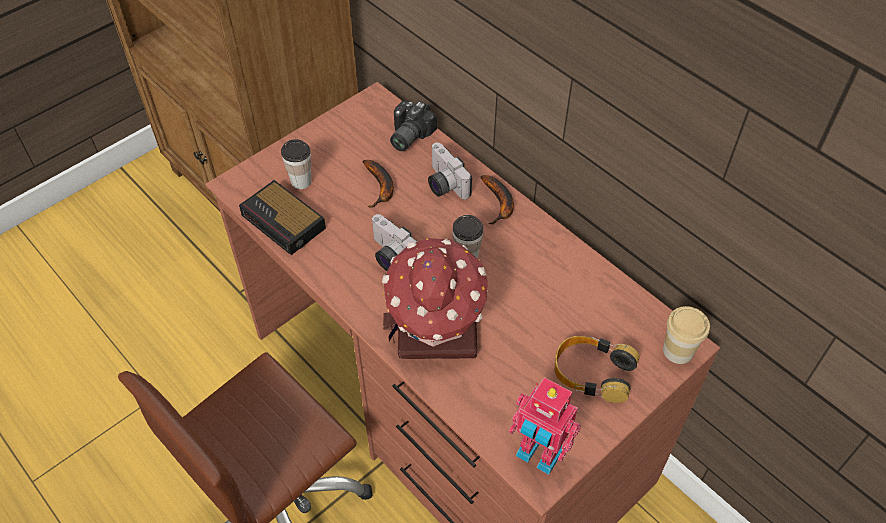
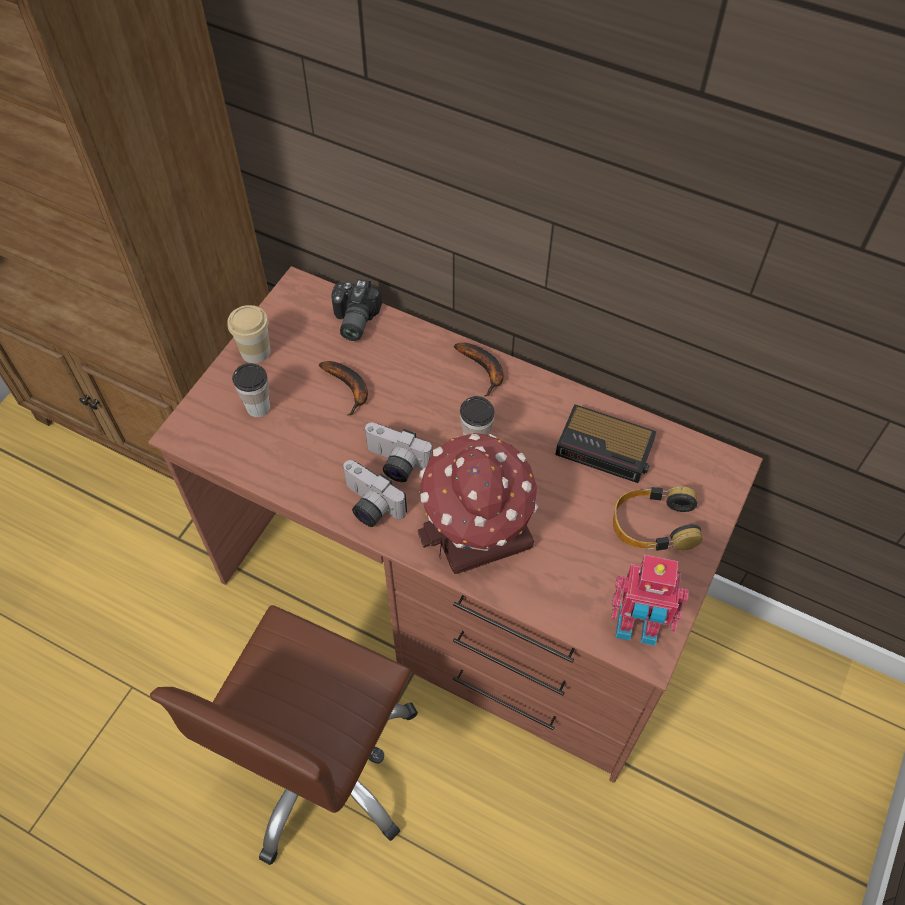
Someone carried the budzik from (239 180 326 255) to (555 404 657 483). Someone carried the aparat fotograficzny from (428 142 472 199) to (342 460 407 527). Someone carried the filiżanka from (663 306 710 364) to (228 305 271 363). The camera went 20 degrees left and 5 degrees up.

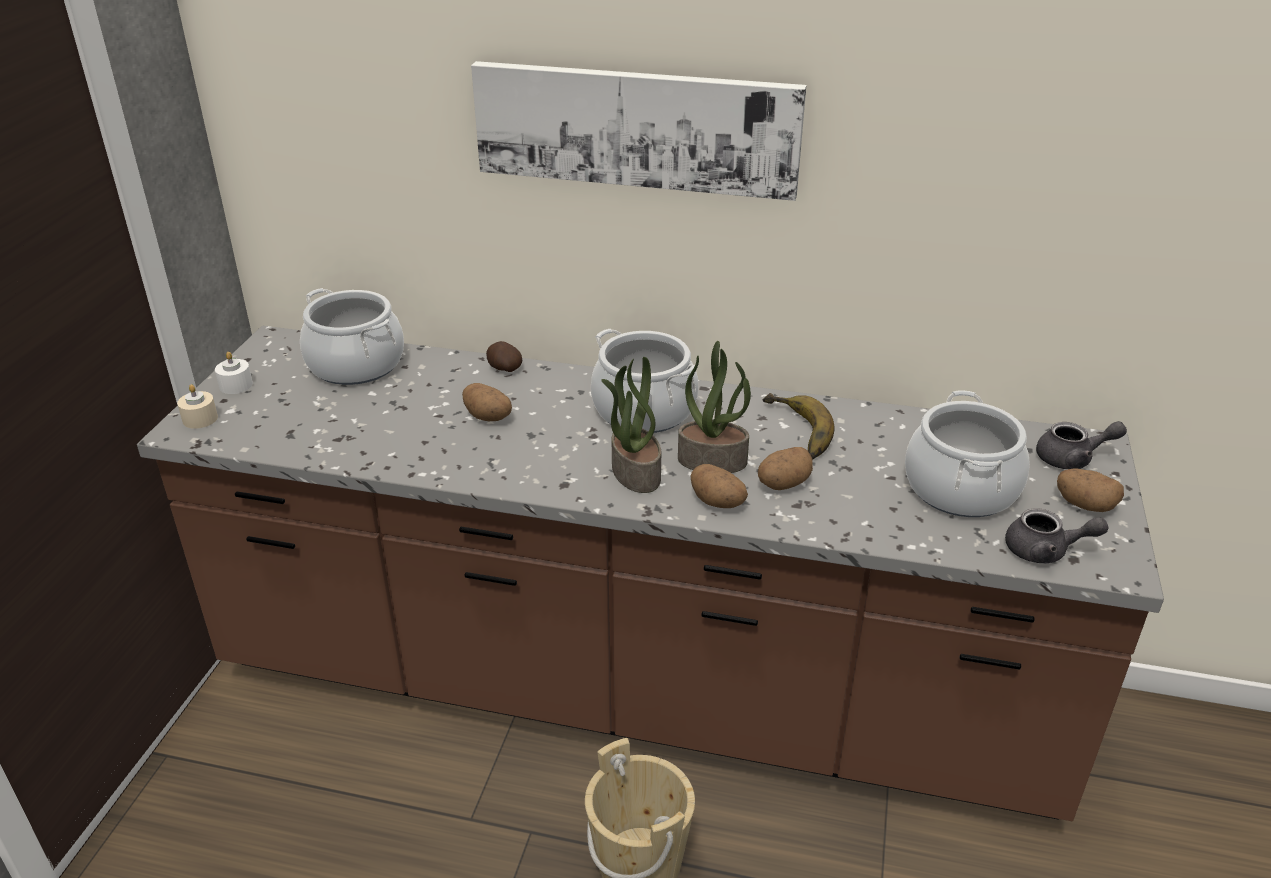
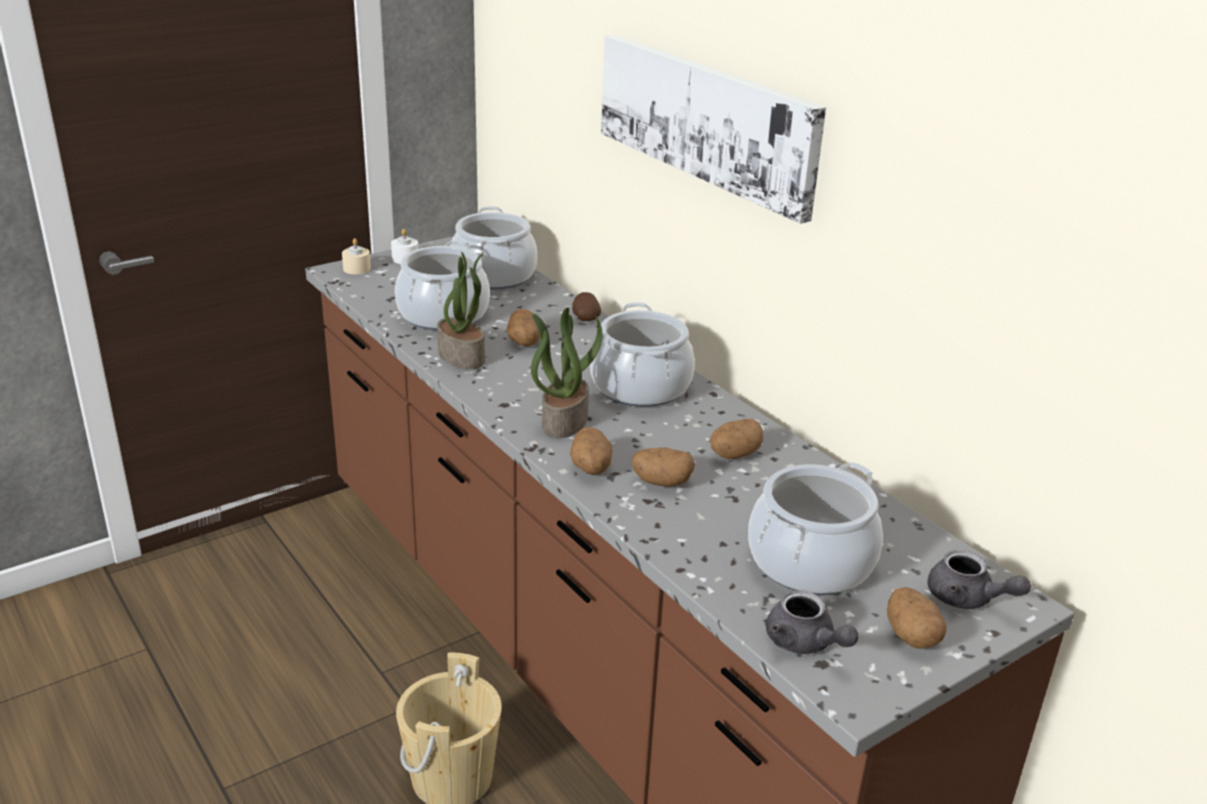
Someone put down the garnek at (395 240 490 330). Someone carried the roślina doniczkowa from (678 341 751 473) to (437 252 485 369). Someone swapped the banan at (762 393 834 460) for the ziemniak at (710 419 763 459). The camera went 40 degrees right and 5 degrees down.

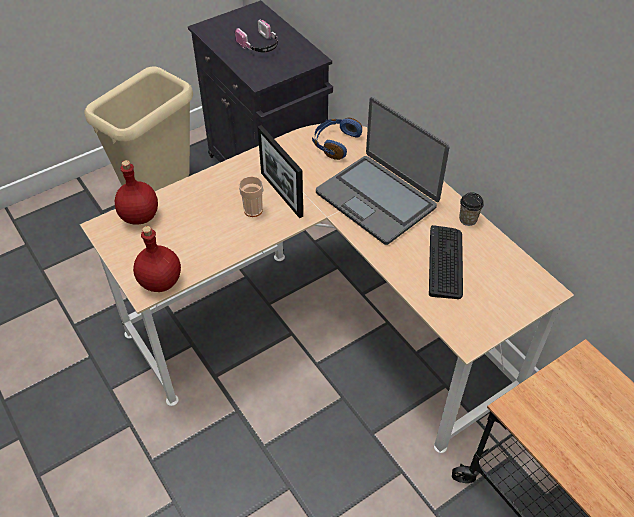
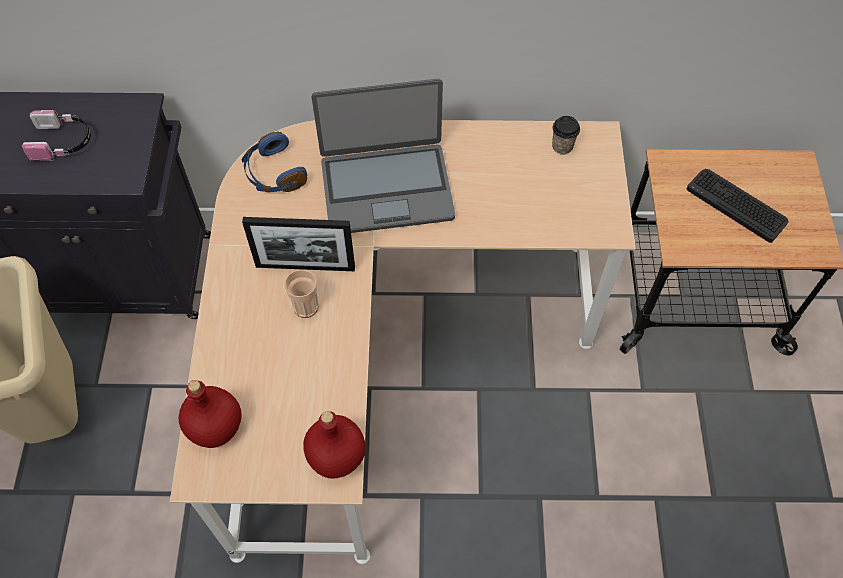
Someone carried the klawiatura from (429 225 463 299) to (686 169 789 243). Someone carried the filiżanka from (459 192 484 226) to (552 116 580 155). The camera went 55 degrees left and 10 degrees up.

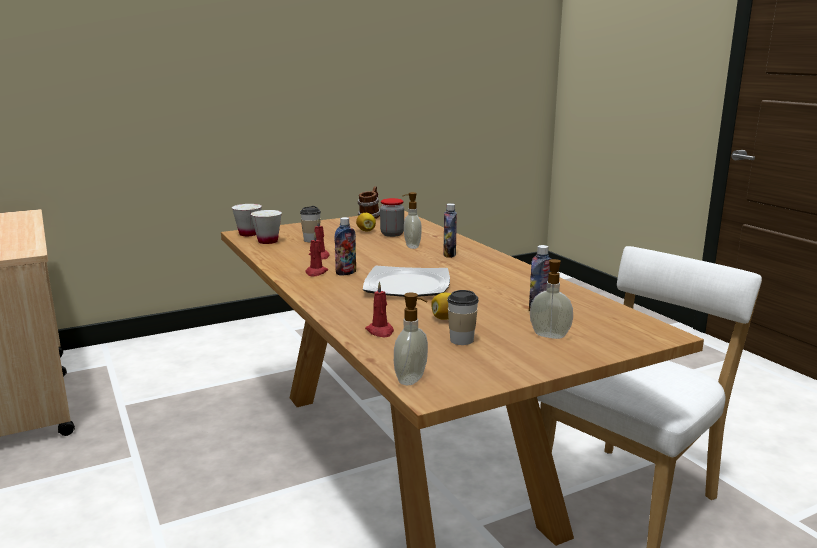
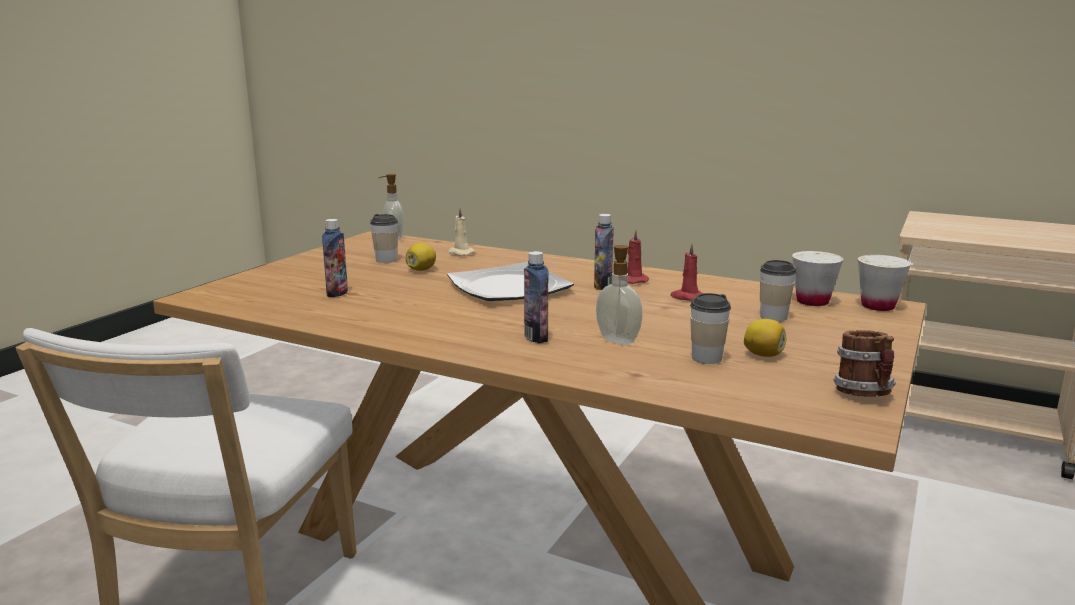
Someone took away the dozownik mydła at (530 259 573 339). Someone swapped the słoik at (380 198 404 237) for the filiżanka at (690 293 731 364). Someone repainted the świeca (czerwony) at (365 281 394 337), which became the świeca (beżowy) at (448 207 475 256). The camera went 145 degrees right and 0 degrees up.

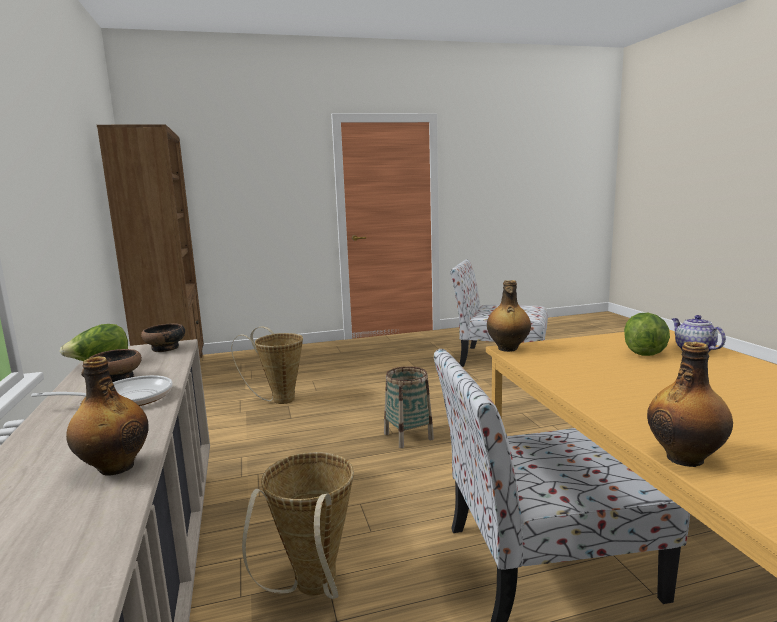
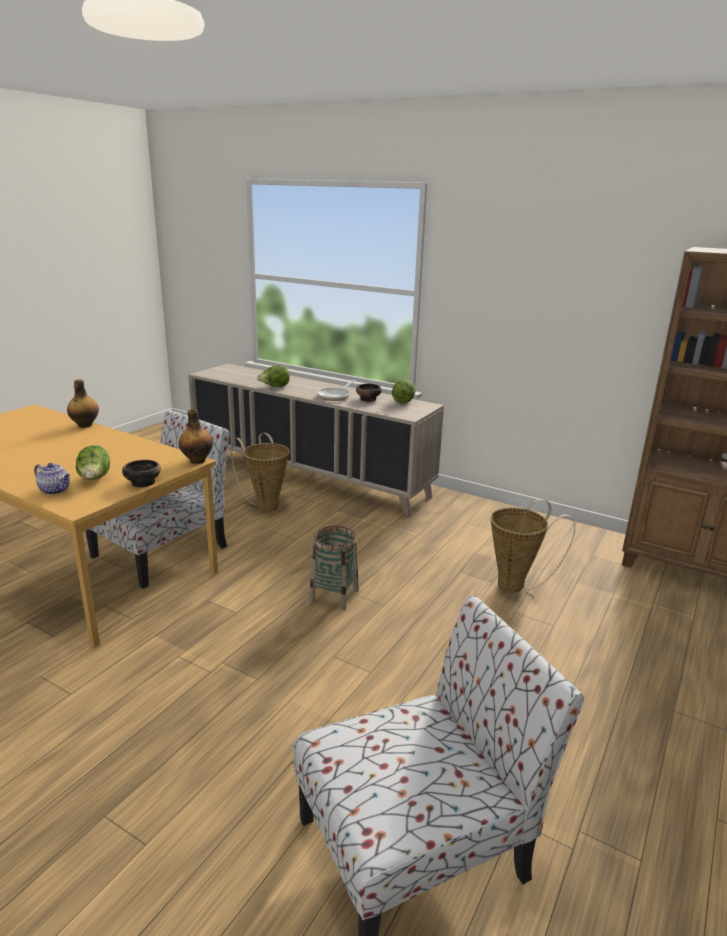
Someone carried the miska from (141 323 185 352) to (122 460 161 487). Someone swapped the butelka at (66 356 149 476) for the sałata at (257 365 290 387). The camera went 135 degrees right and 10 degrees up.

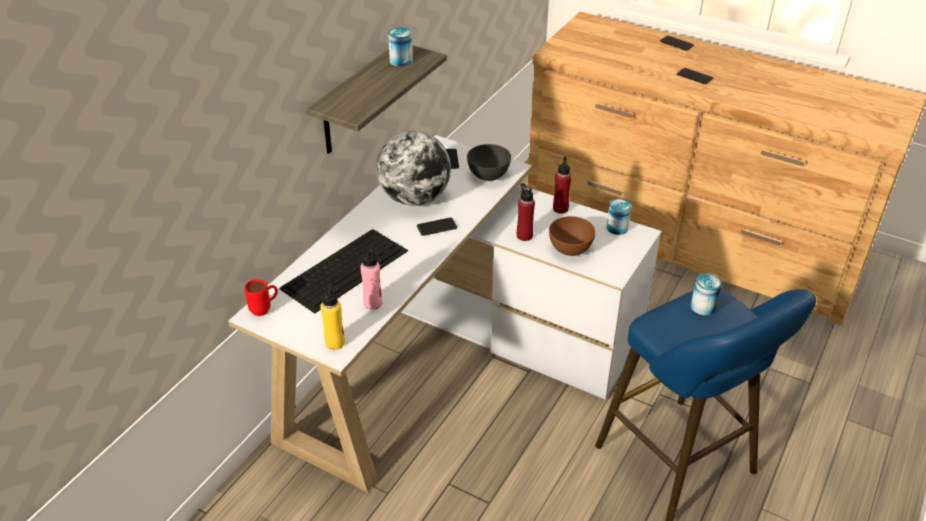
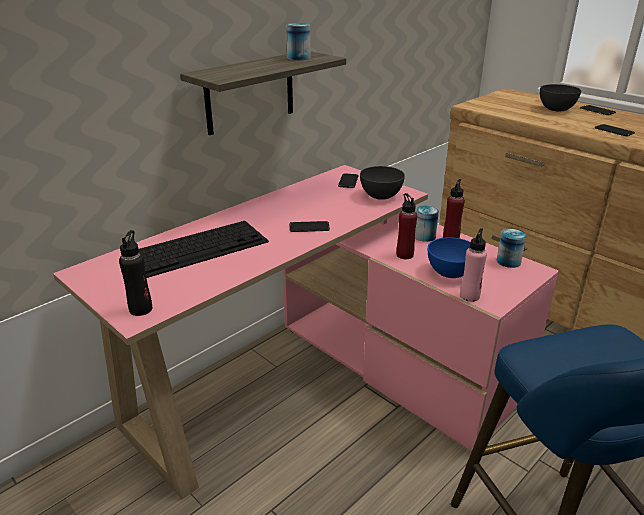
Someone took away the kubek (czerwony) at (245 279 278 316). Someone took away the globus at (376 131 451 206). Someone put down the miska (szary) at (540 84 581 111). Someone carried the butelka (różowy) from (360 244 382 310) to (460 228 487 302). Someone carried the puszka from (690 273 722 315) to (415 205 439 242). Someone repainted the biurko (biały) at (228 135 661 492), which became the biurko (różowy) at (53 165 559 500). Someone repainted the butelka (żółty) at (320 282 345 350), which became the butelka (czarny) at (119 230 152 316). Someone repainted the miska (brązowy) at (549 216 596 256), which became the miska (niebieski) at (428 237 471 278). The camera went 15 degrees right and 10 degrees down.

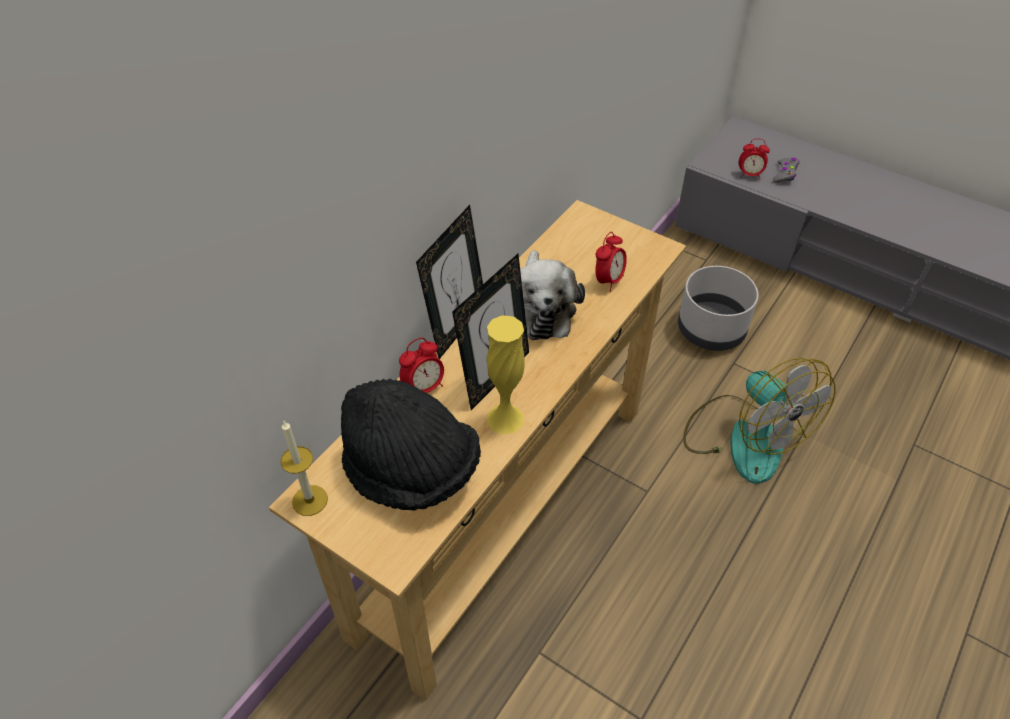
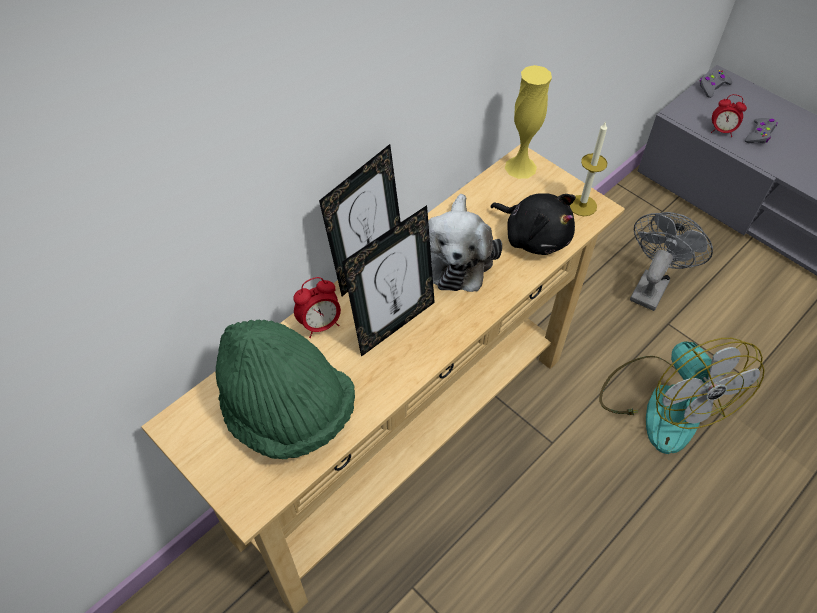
Someone put down the pad do gier (szary) at (700 68 732 98). Someone carried the świeca from (280 421 328 516) to (570 121 607 216). Someone carried the wazon (żółty) from (486 315 525 435) to (505 65 552 179). Someone swapped the budzik at (596 232 627 292) for the pluszak (czarny) at (490 193 576 255). Someone swapped the donica (szary) at (678 266 759 351) for the wentylator (szary) at (630 212 713 311). Someone repainted the kapelusz (czarny) at (341 379 481 511), which became the kapelusz (zielony) at (216 320 355 459). The camera went 10 degrees right and 5 degrees up.

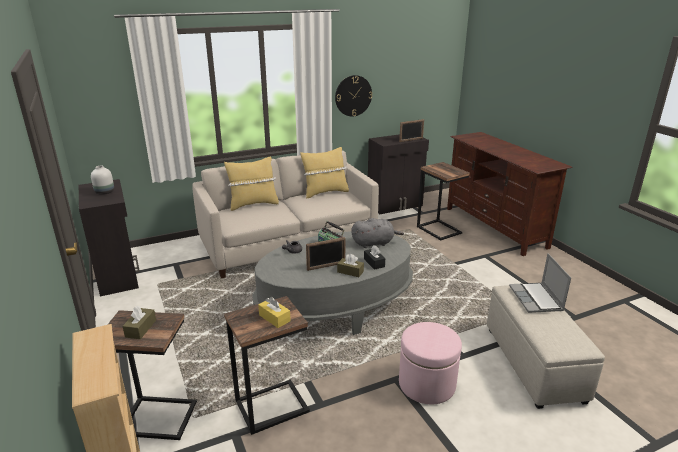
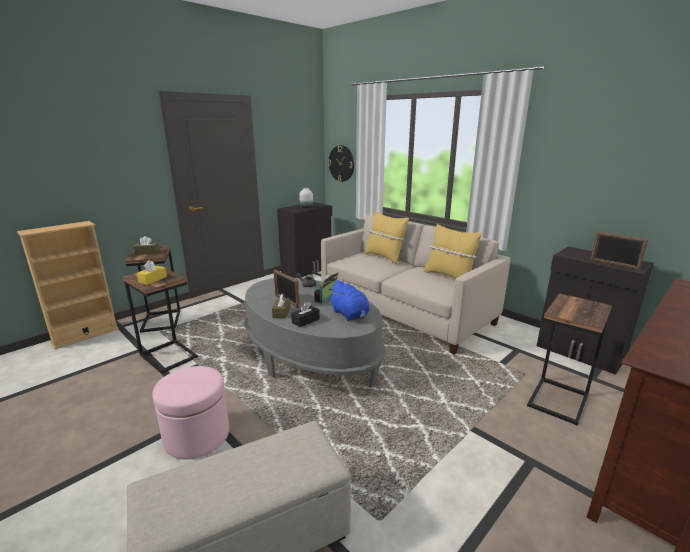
Someone took away the laptop at (509 253 571 313). Someone carried the zegar ścienny from (335 75 372 117) to (328 145 354 182). Someone repainted the pluszak (szary) at (351 218 404 248), which became the pluszak (niebieski) at (329 280 370 321). The camera went 70 degrees right and 5 degrees down.

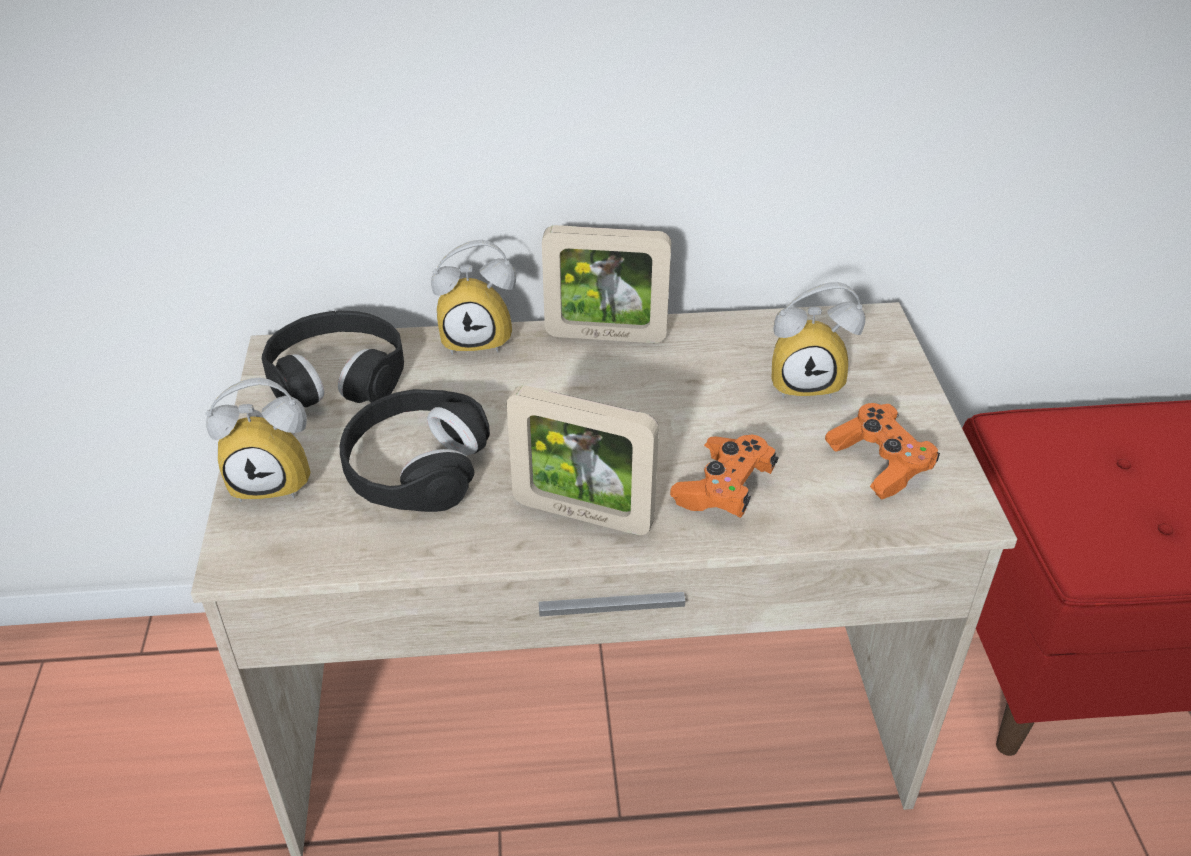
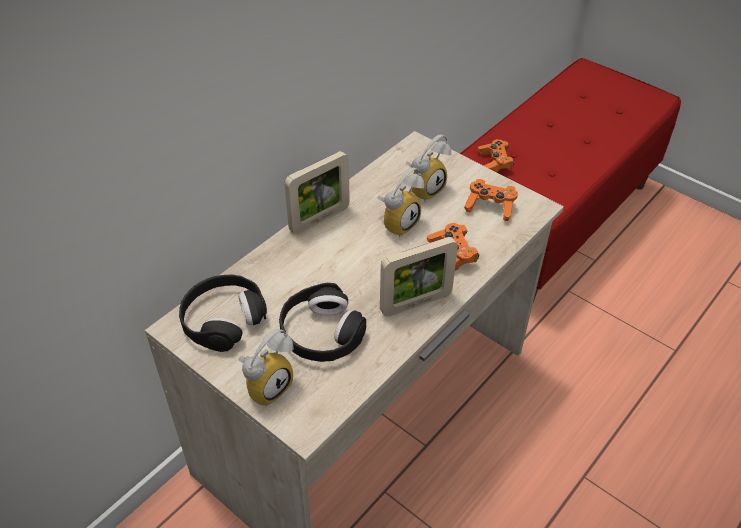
Someone put down the pad do gier (pomarańczowy) at (478 139 514 172). Someone carried the budzik from (431 240 516 355) to (377 167 425 237). The camera went 45 degrees left and 5 degrees up.

